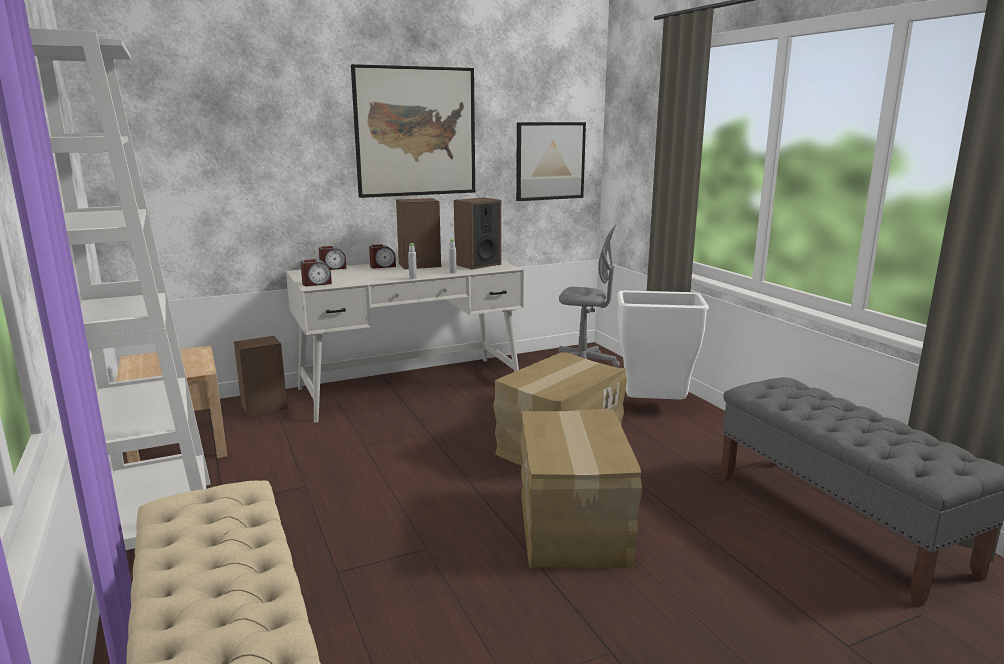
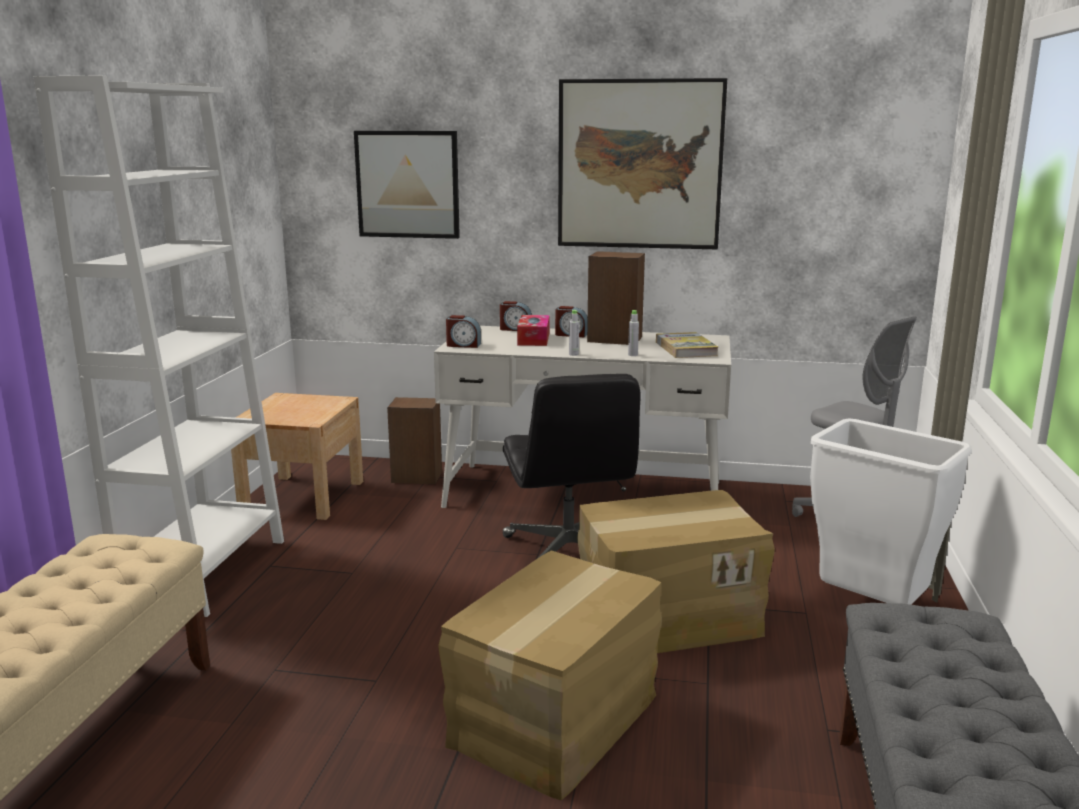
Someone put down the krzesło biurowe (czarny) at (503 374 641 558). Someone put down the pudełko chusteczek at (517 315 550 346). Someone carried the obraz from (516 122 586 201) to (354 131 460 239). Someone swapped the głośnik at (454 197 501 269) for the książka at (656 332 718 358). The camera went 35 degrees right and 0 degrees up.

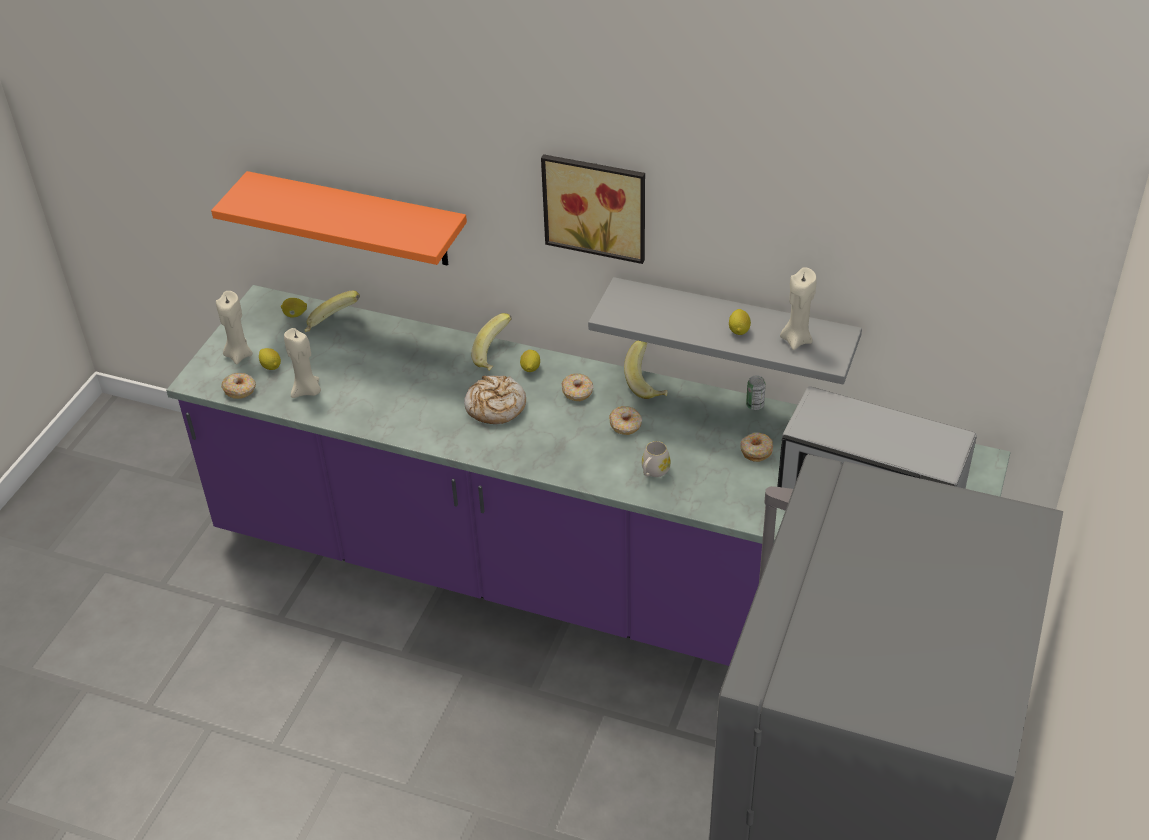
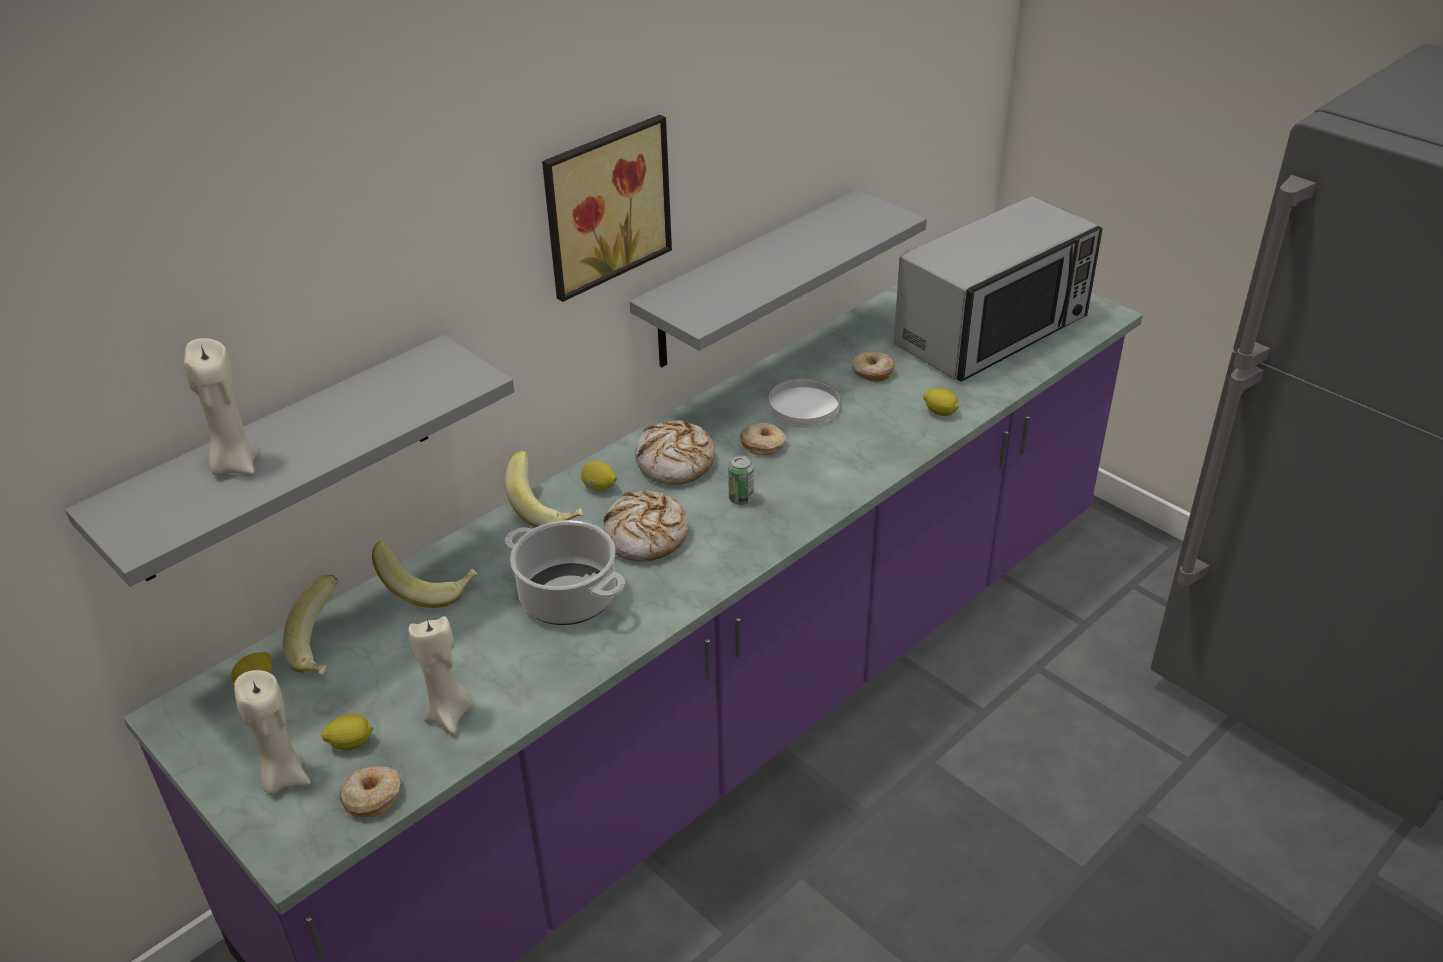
Someone took away the kubek (biały) at (642 441 671 477). Someone put down the garnek at (505 520 625 625). Someone put down the talerz (biały) at (769 378 840 428). Someone carried the banan from (624 340 668 399) to (372 541 478 608). Someone carried the cytryna from (729 309 751 335) to (923 388 959 416). Someone carried the puszka from (746 375 766 410) to (728 455 754 505). Someone carried the świeca (beżowy) from (780 267 817 350) to (184 338 260 476). Someone swapped the donut at (562 373 593 401) for the chleb at (635 421 715 485). Someone repainted the półka (pomarańczowy) at (211 171 467 266), which became the półka (szary) at (65 335 514 587). The camera went 65 degrees left and 5 degrees down.

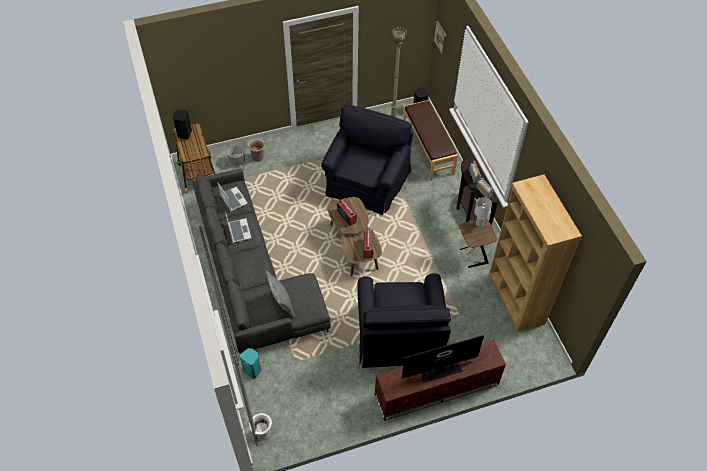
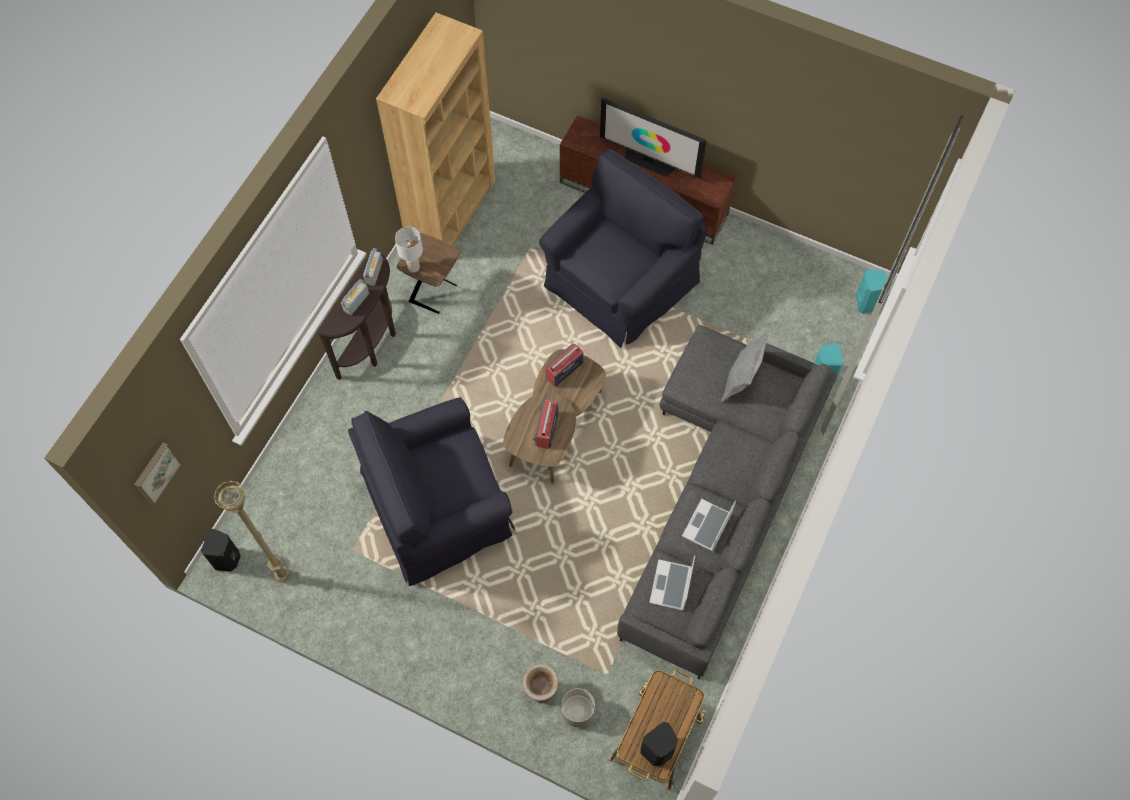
Someone took away the ławka (brązowy) at (403 100 458 181). Someone swapped the wazon (biały) at (249 413 272 440) for the głośnik (turkusowy) at (856 269 888 314). The camera went 135 degrees left and 10 degrees up.

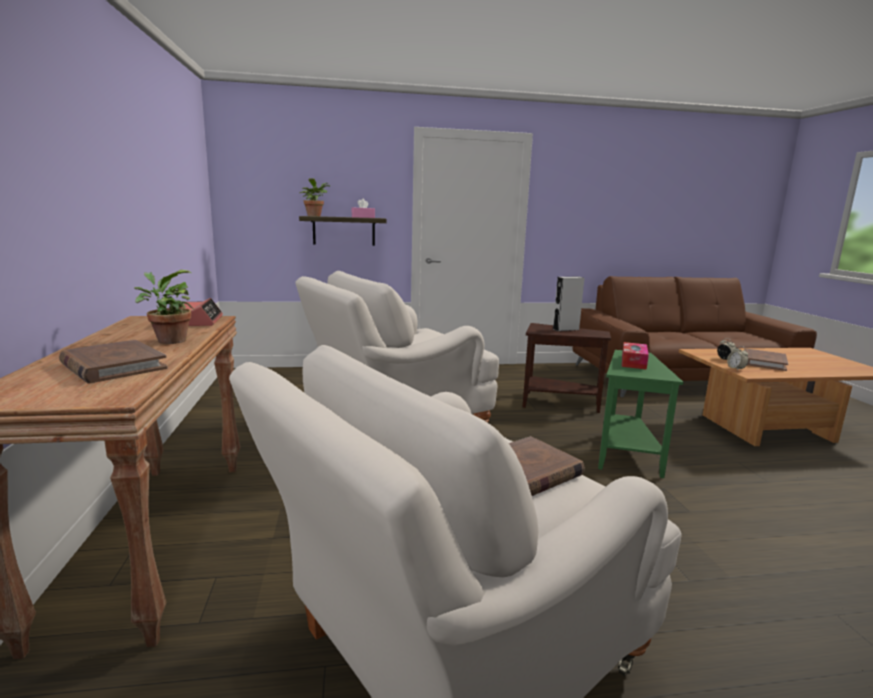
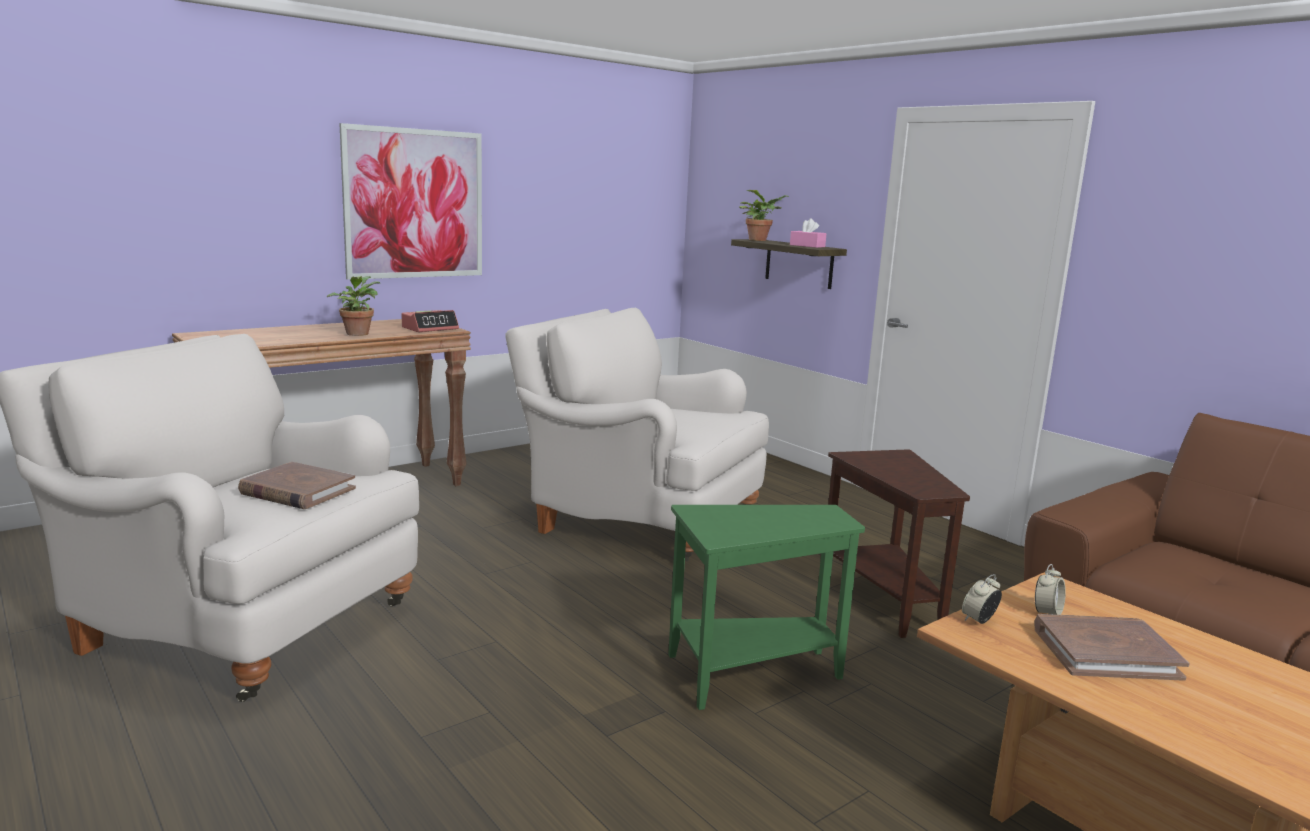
Someone took away the książka (brązowy) at (59 340 168 383). Someone took away the głośnik (szary) at (553 277 584 331). Someone took away the pudełko chusteczek at (622 342 649 370). Someone put up the obraz at (339 123 482 280). The camera went 60 degrees right and 0 degrees up.

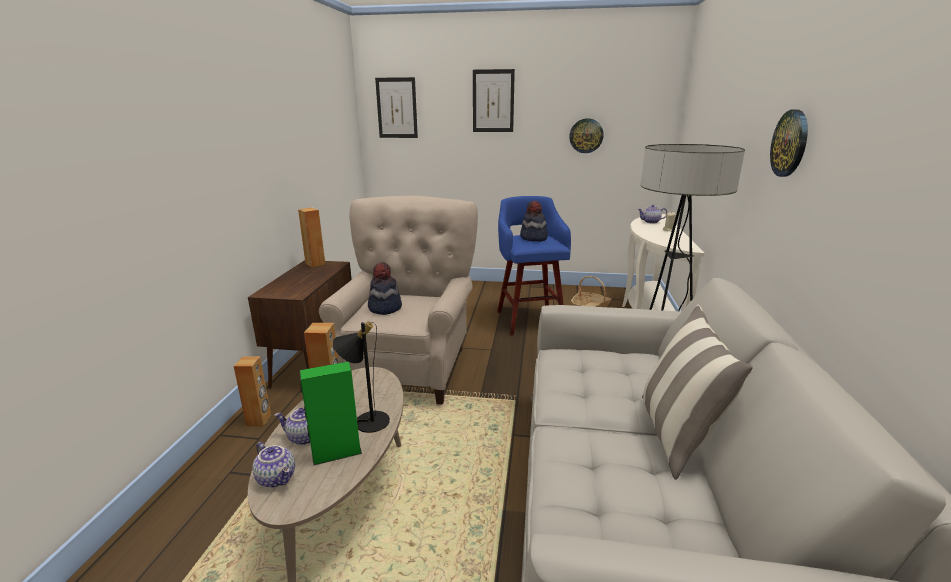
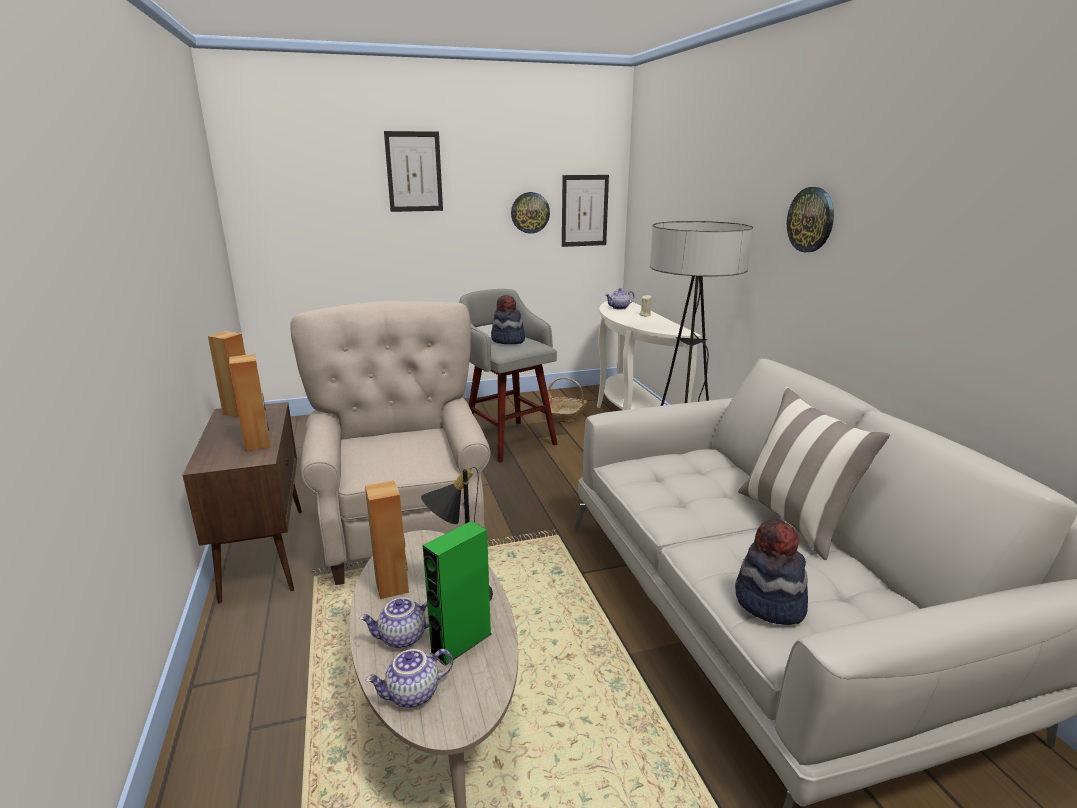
Someone carried the głośnik (brązowy) from (234 356 271 426) to (229 354 271 452). Someone carried the kapelusz from (368 262 402 315) to (735 519 808 625). Someone carried the obraz from (375 77 418 138) to (562 175 609 247). Someone repainted the stołek (niebieski) at (497 196 571 335), which became the stołek (szary) at (459 289 558 463). Someone rotated the imbryk at (252 442 295 488) by 135 degrees clockwise. The camera went 25 degrees left and 0 degrees up.

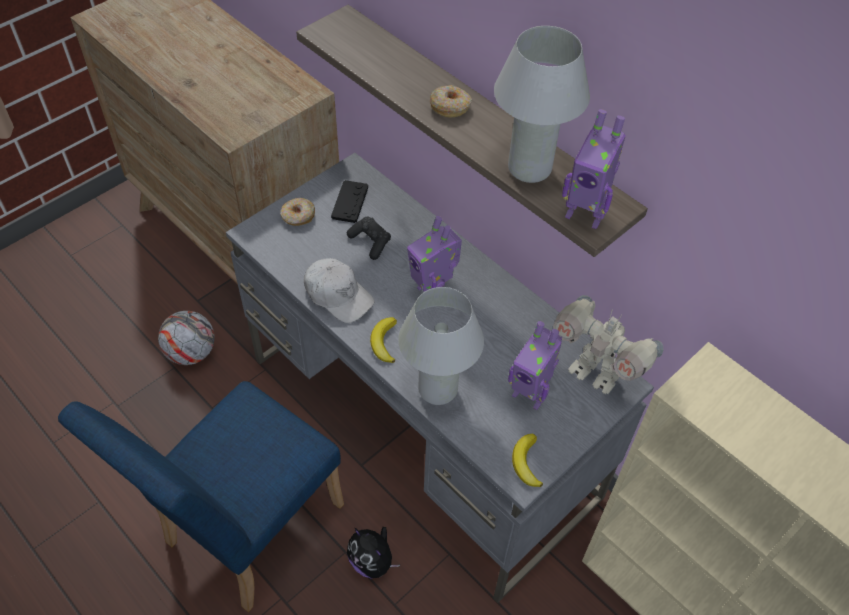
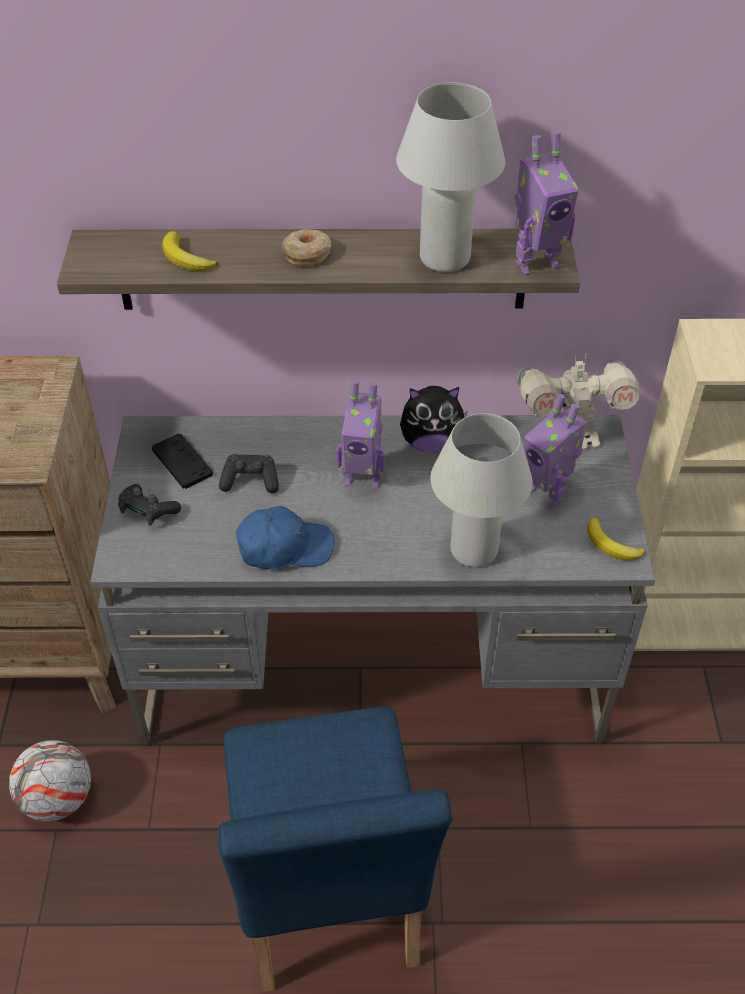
Someone carried the pluszak from (347 527 400 578) to (400 386 468 453). Someone carried the banan from (370 317 397 363) to (162 231 218 271). Someone swapped the donut at (280 198 315 226) for the pad do gier (czarny) at (118 484 181 526). Someone repainted the czapka z daszkiem (biały) at (304 258 374 323), which became the czapka z daszkiem (niebieski) at (236 506 334 570). Someone rotated the robot zabawkowy at (508 321 562 410) by 60 degrees clockwise. The camera went 45 degrees left and 5 degrees down.

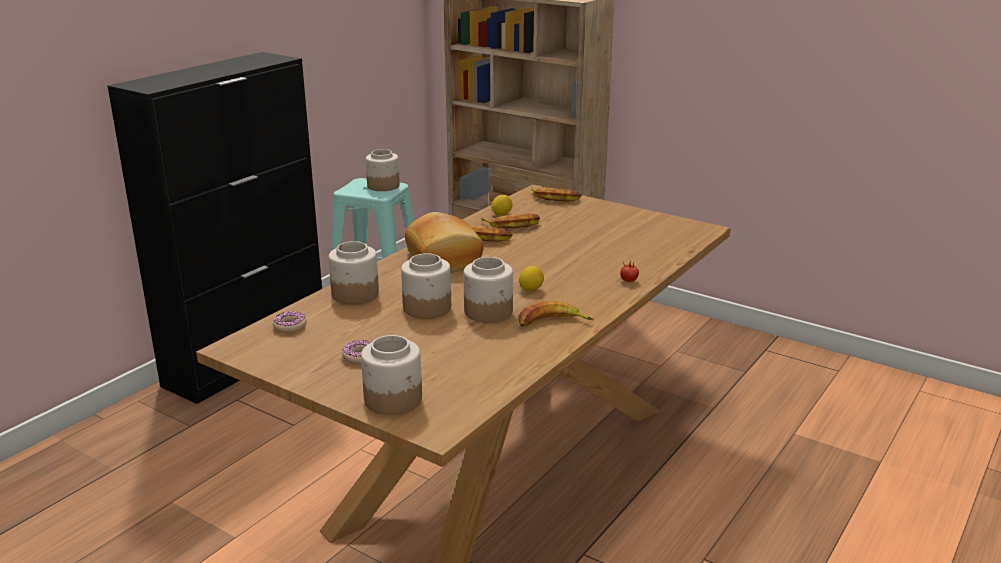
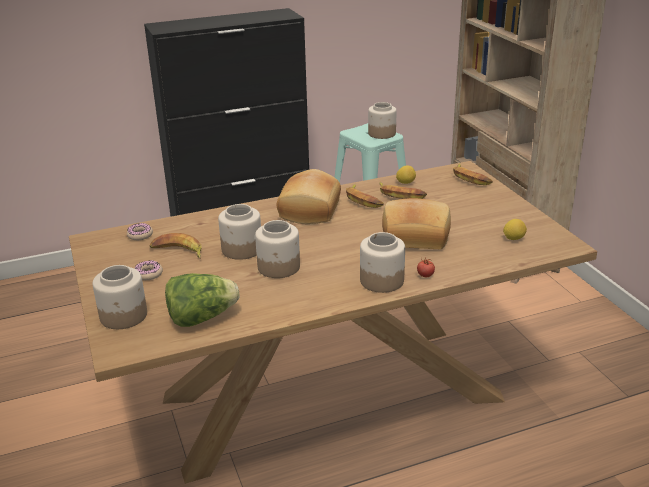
Someone put down the sałata at (165 273 240 327). Someone put down the chleb at (382 198 451 249). Someone carried the słoik from (328 241 379 304) to (360 232 405 293). Someone carried the banan from (518 301 594 327) to (149 233 202 258). Someone carried the cytryna from (519 266 544 291) to (503 219 527 240). The camera went 35 degrees right and 5 degrees up.

